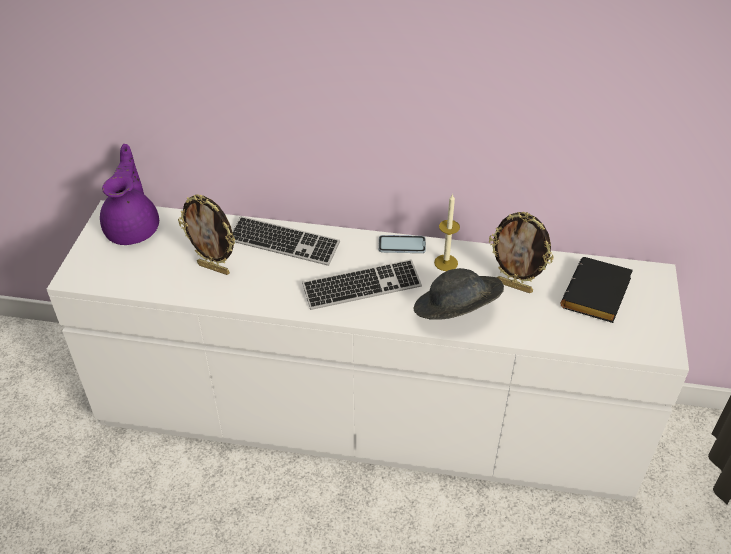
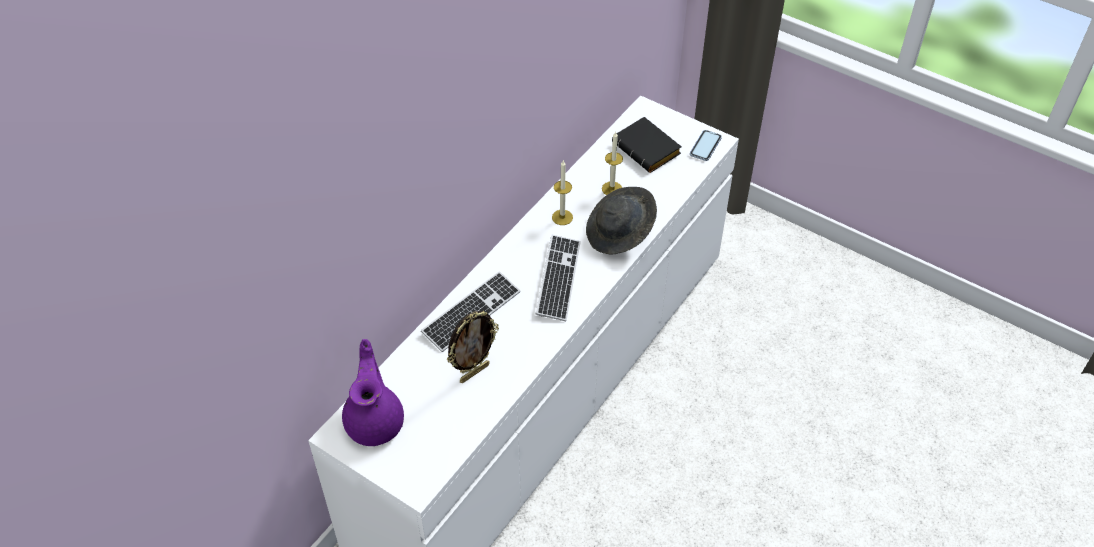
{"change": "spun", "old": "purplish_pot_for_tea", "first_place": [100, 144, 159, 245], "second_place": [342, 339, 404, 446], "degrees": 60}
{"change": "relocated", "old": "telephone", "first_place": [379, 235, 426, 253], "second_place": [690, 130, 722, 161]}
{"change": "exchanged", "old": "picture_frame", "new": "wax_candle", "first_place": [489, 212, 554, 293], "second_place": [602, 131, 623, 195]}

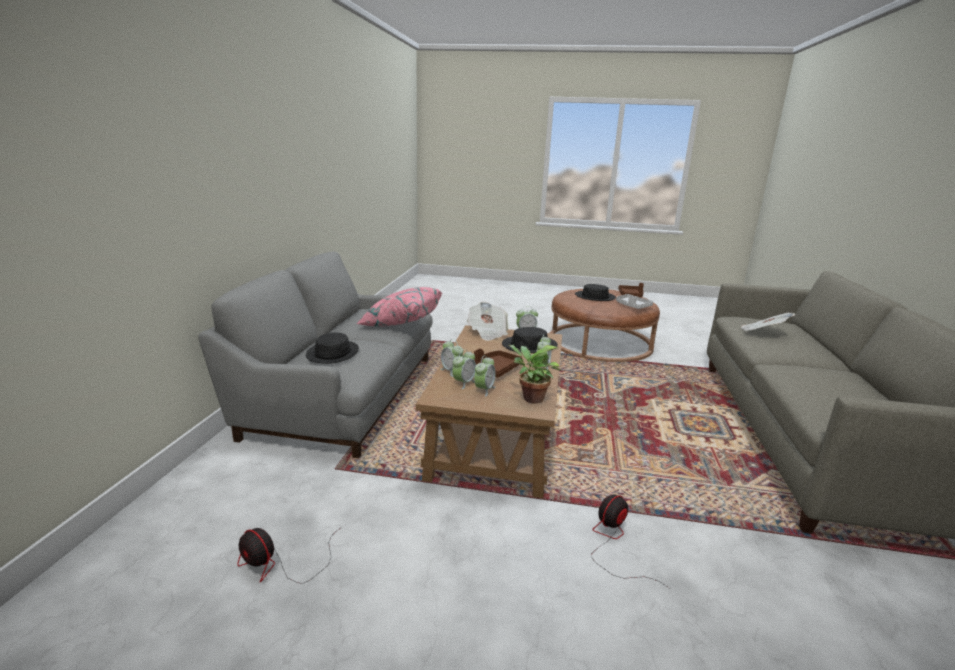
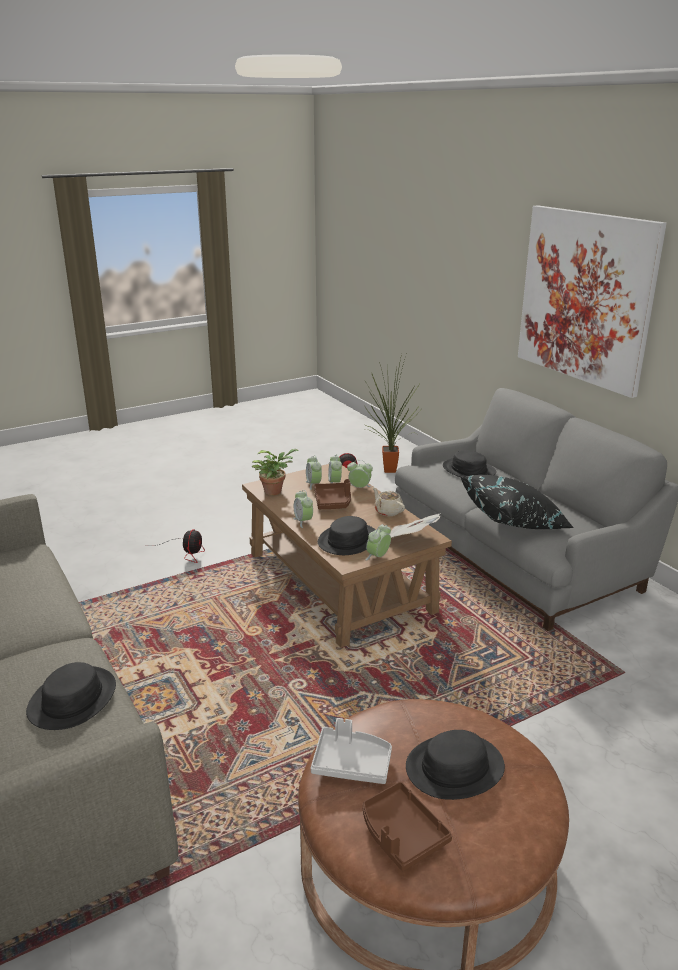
{"change": "colour", "old": "pink-coloured_cushion", "new": "black_cushion", "first_place": [357, 287, 442, 326], "second_place": [461, 475, 574, 529]}
{"change": "exchanged", "old": "printed_paper", "new": "black_hat", "first_place": [741, 312, 795, 331], "second_place": [26, 662, 116, 730]}
{"change": "appeared", "new": "houseplant", "second_place": [365, 354, 420, 473]}
{"change": "appeared", "new": "sand-coloured_pot_for_tea", "second_place": [373, 487, 405, 516]}
{"change": "appeared", "new": "wall_art", "second_place": [518, 205, 667, 398]}

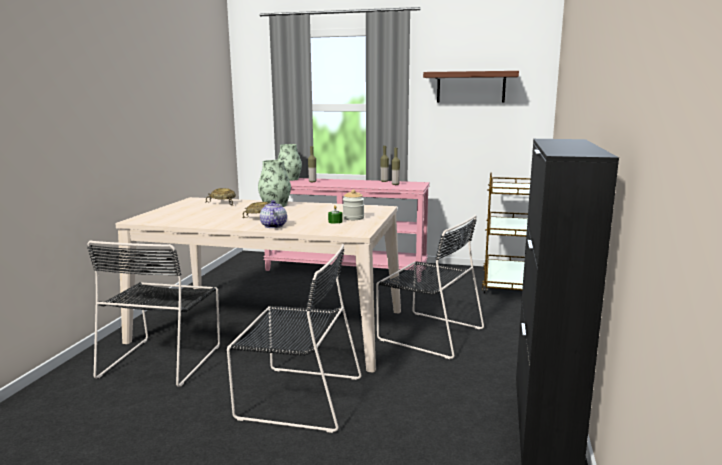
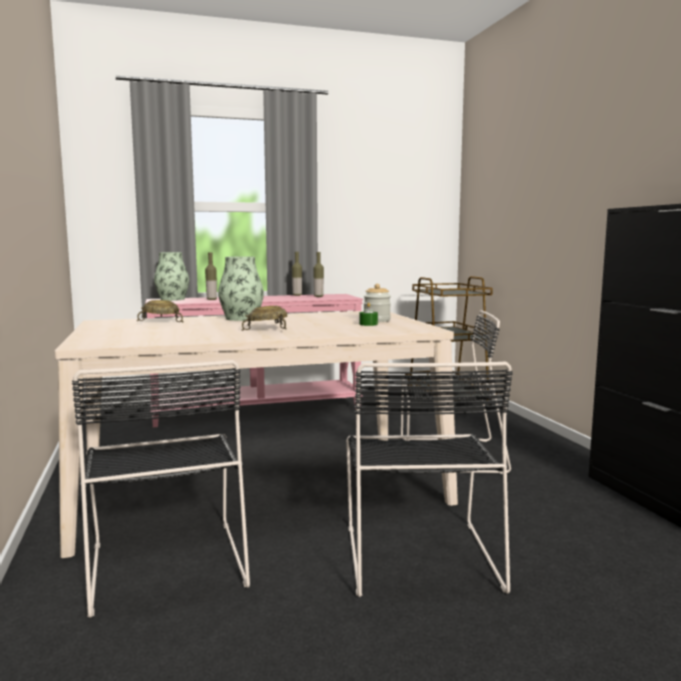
{"change": "spun", "old": "black_chair", "first_place": [227, 244, 362, 433], "second_place": [346, 362, 512, 597], "degrees": 105}
{"change": "missing", "old": "pot_for_tea", "first_place": [260, 200, 287, 228]}
{"change": "missing", "old": "brownish_wall_shelf", "first_place": [423, 71, 519, 103]}

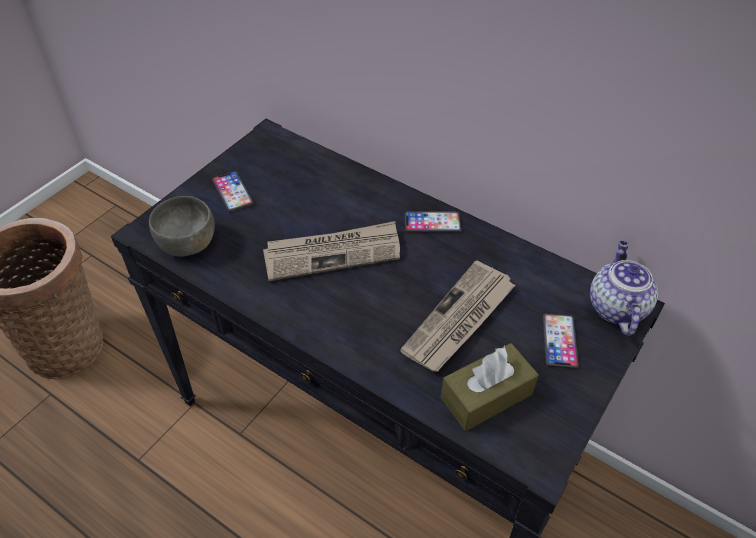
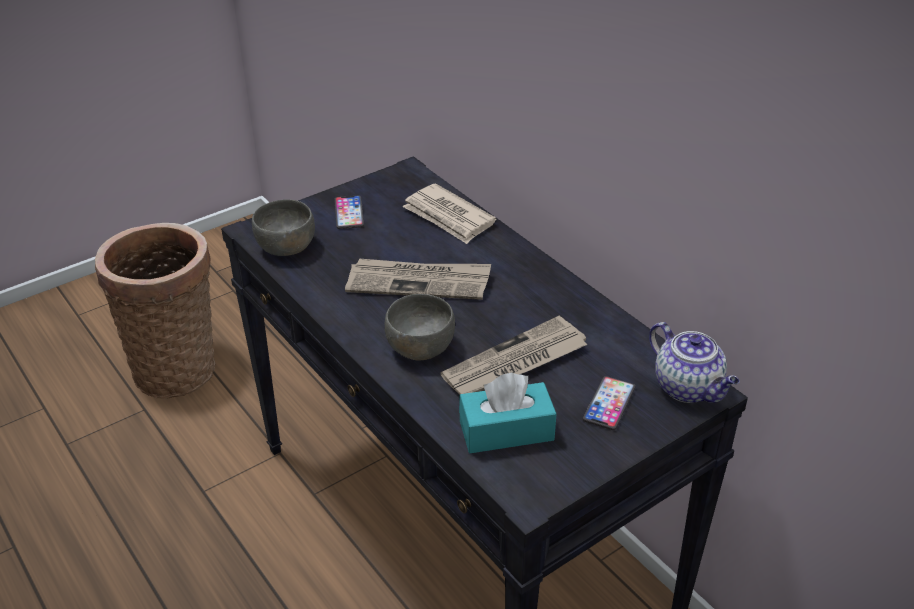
{"change": "missing", "old": "telephone", "first_place": [404, 212, 461, 233]}
{"change": "colour", "old": "brownish_box_of_tissues", "new": "turquoise-coloured_box_of_tissues", "first_place": [440, 343, 539, 431], "second_place": [459, 373, 557, 453]}
{"change": "spun", "old": "pot_for_tea", "first_place": [590, 241, 658, 336], "second_place": [649, 322, 739, 403], "degrees": 120}
{"change": "appeared", "new": "greyish_deep_dish", "second_place": [385, 294, 455, 361]}
{"change": "appeared", "new": "printed_paper", "second_place": [402, 183, 496, 244]}

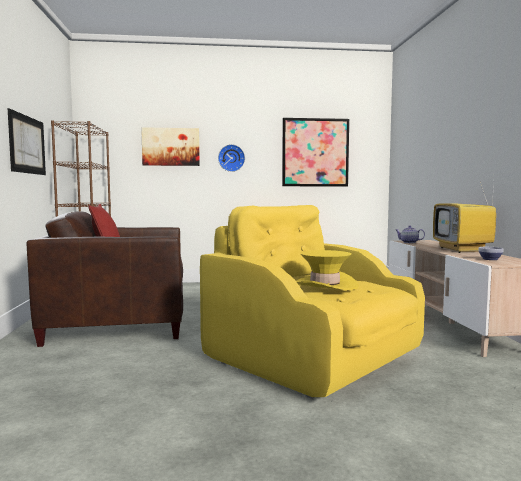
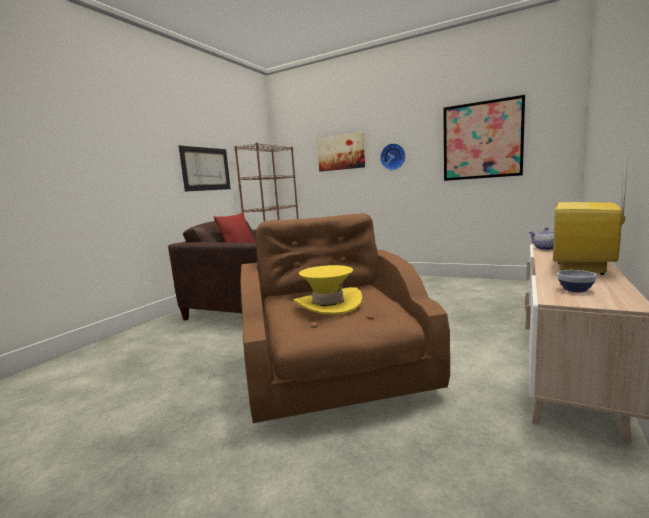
{"change": "colour", "old": "yellow_armchair", "new": "brownish_armchair", "first_place": [200, 205, 425, 399], "second_place": [240, 213, 450, 423]}

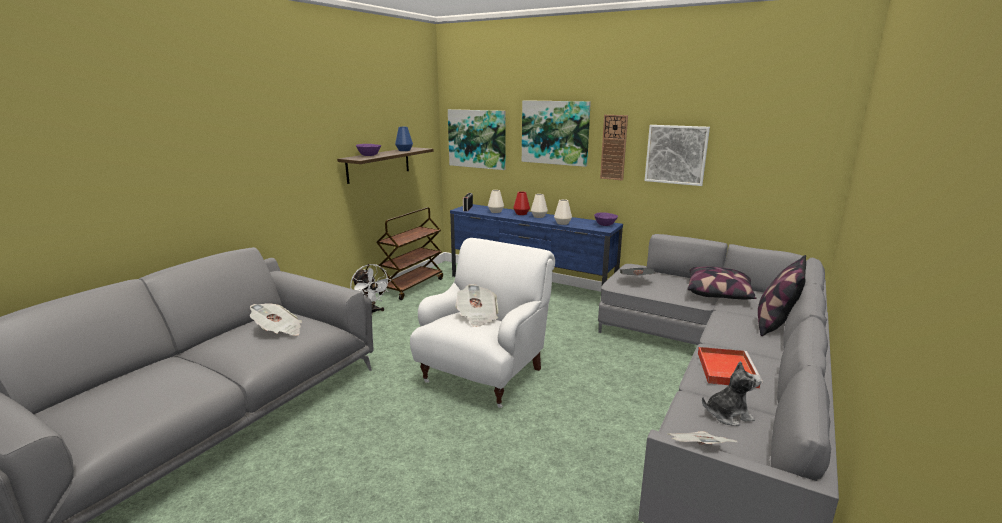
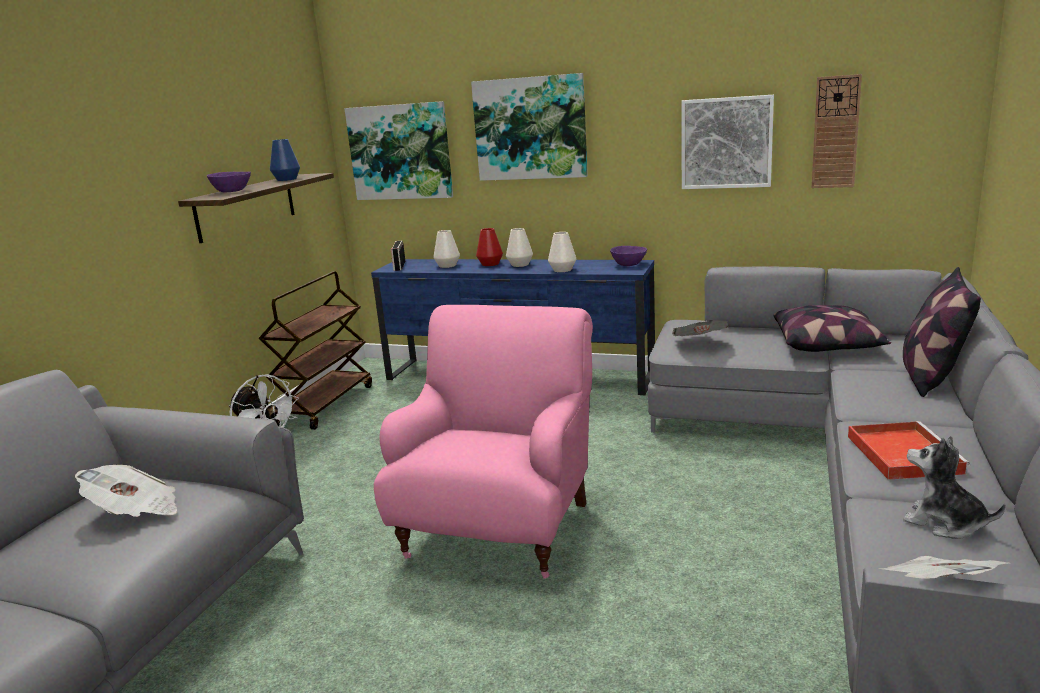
{"change": "colour", "old": "white-coloured_armchair", "new": "pink-coloured_armchair", "first_place": [410, 238, 555, 408], "second_place": [374, 305, 593, 579]}
{"change": "missing", "old": "printed_paper", "first_place": [455, 284, 498, 327]}
{"change": "relocated", "old": "clock_on_the_wall", "first_place": [600, 115, 628, 181], "second_place": [812, 74, 862, 188]}
{"change": "spun", "old": "soft_toy", "first_place": [702, 361, 762, 426], "second_place": [903, 436, 1006, 539], "degrees": -120}

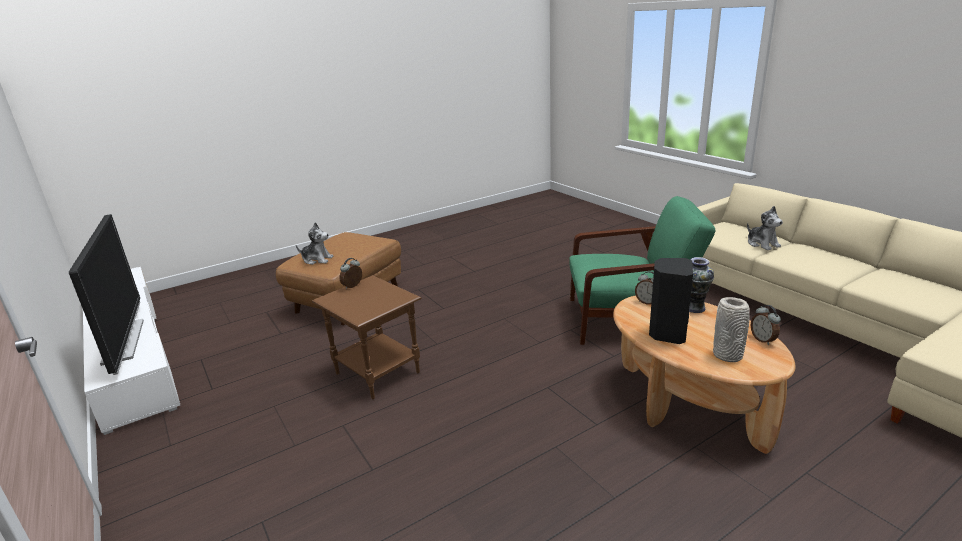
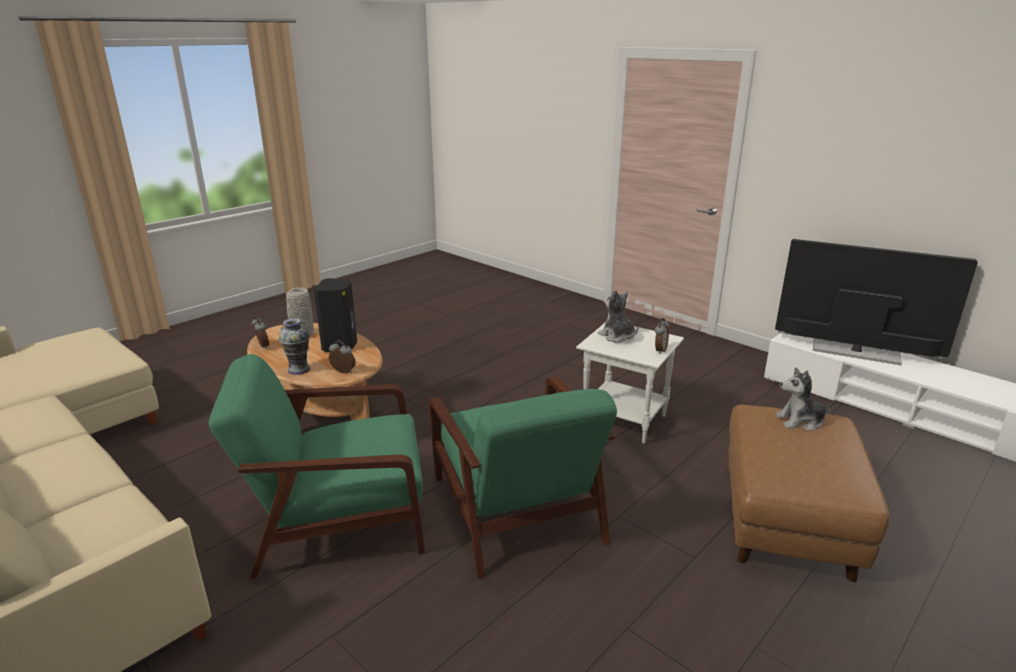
{"change": "spun", "old": "TV_set", "first_place": [69, 214, 144, 375], "second_place": [775, 239, 978, 365], "degrees": 150}
{"change": "colour", "old": "brownish_side_table", "new": "white-coloured_side_table", "first_place": [312, 275, 421, 399], "second_place": [576, 322, 684, 444]}
{"change": "relocated", "old": "soft_toy", "first_place": [747, 206, 783, 250], "second_place": [598, 290, 639, 343]}
{"change": "appeared", "new": "green-coloured_armchair", "second_place": [429, 377, 617, 579]}

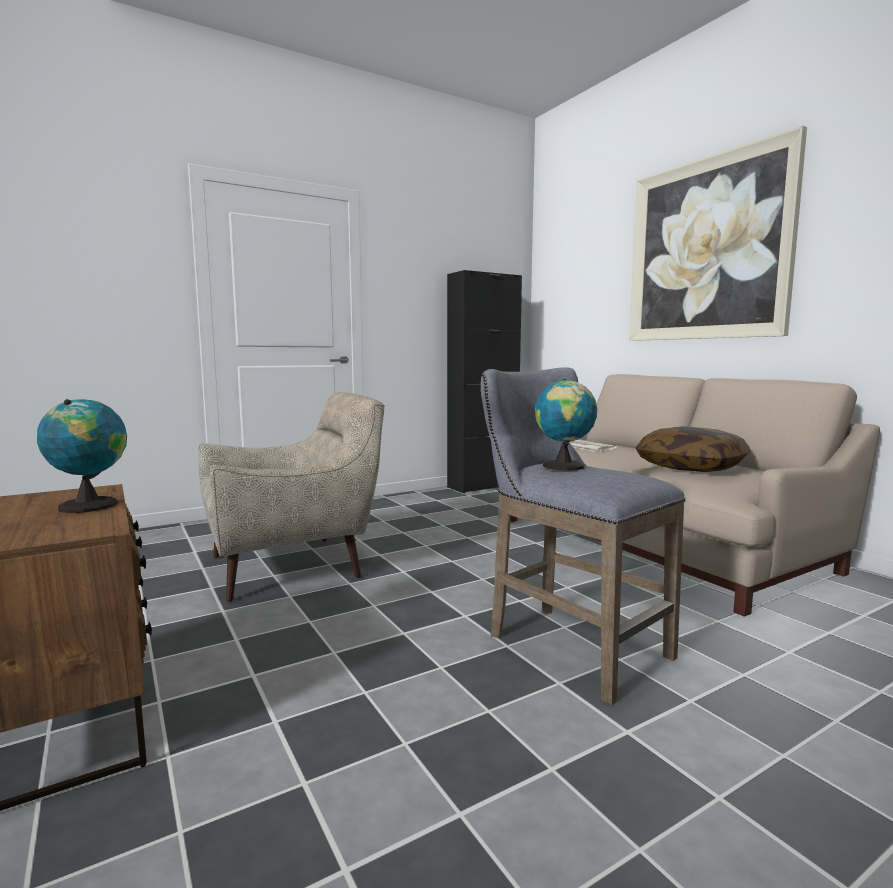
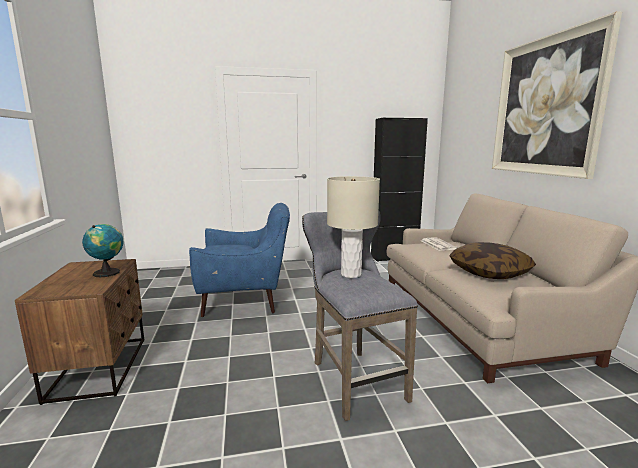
{"change": "colour", "old": "sand-coloured_armchair", "new": "bluish_armchair", "first_place": [198, 392, 385, 602], "second_place": [189, 203, 290, 317]}
{"change": "exchanged", "old": "world_globe", "new": "sand-coloured_tabletop_lamp", "first_place": [535, 379, 597, 471], "second_place": [327, 176, 380, 278]}

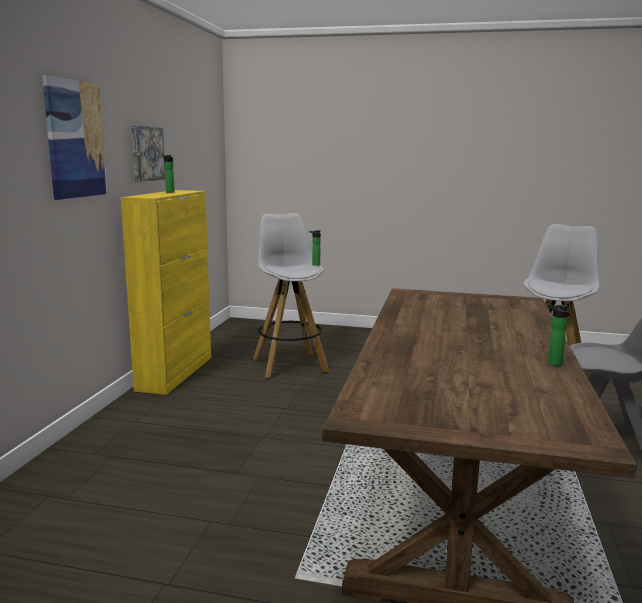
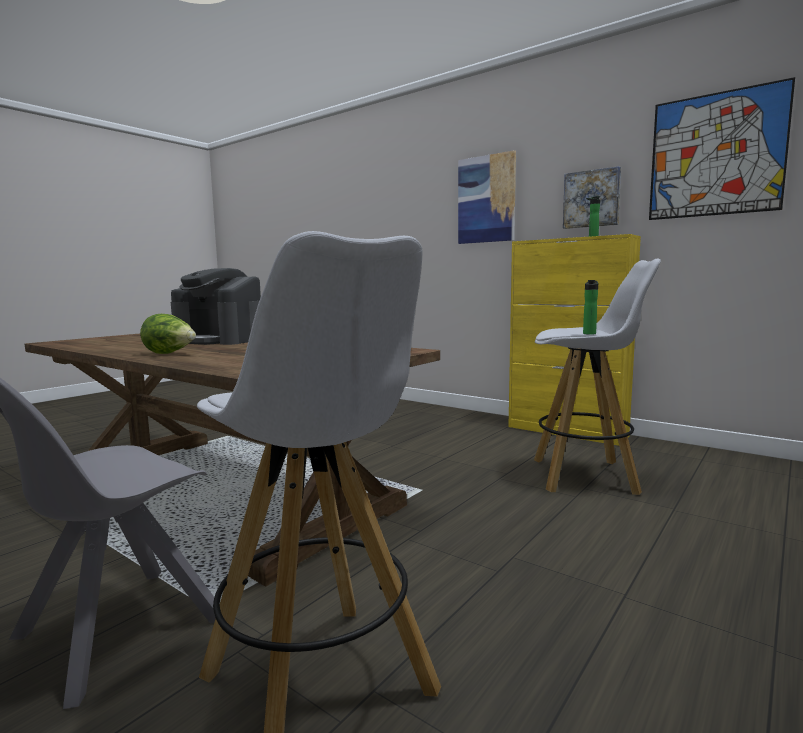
{"change": "missing", "old": "beverage_bottle", "first_place": [547, 304, 570, 366]}
{"change": "appeared", "new": "lettuce_head", "second_place": [140, 314, 196, 354]}
{"change": "appeared", "new": "coffee_maker", "second_place": [171, 268, 261, 345]}
{"change": "appeared", "new": "wall_art", "second_place": [649, 77, 795, 220]}

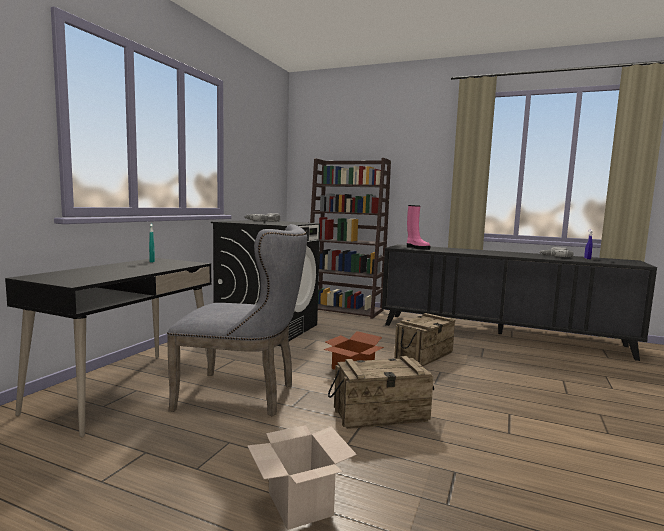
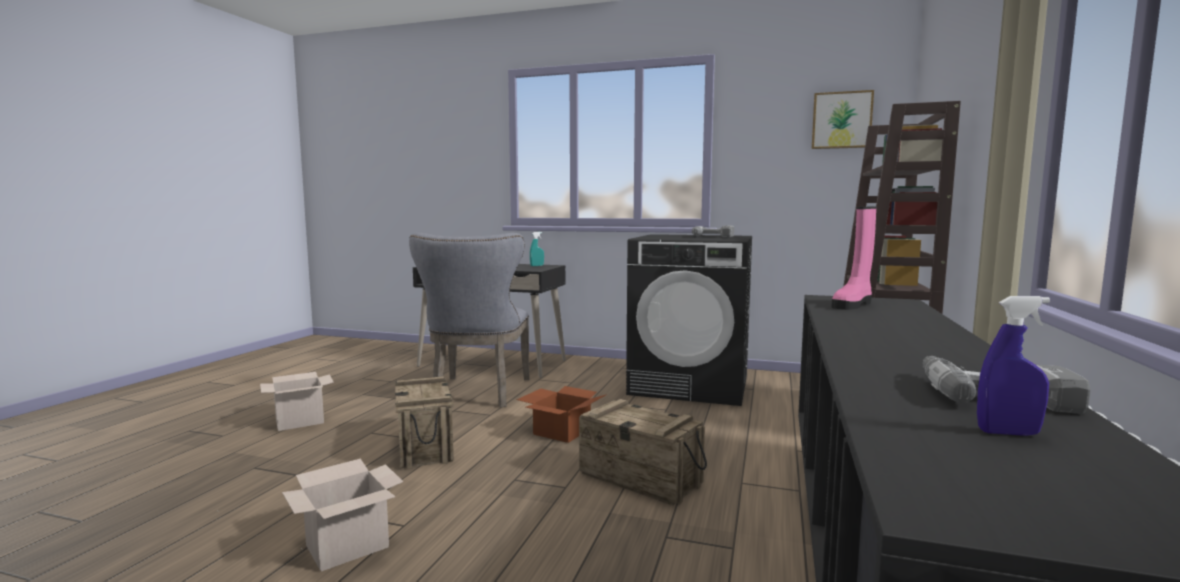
{"change": "appeared", "new": "packing_box", "second_place": [282, 459, 403, 571]}
{"change": "appeared", "new": "wall_art", "second_place": [812, 90, 874, 149]}

